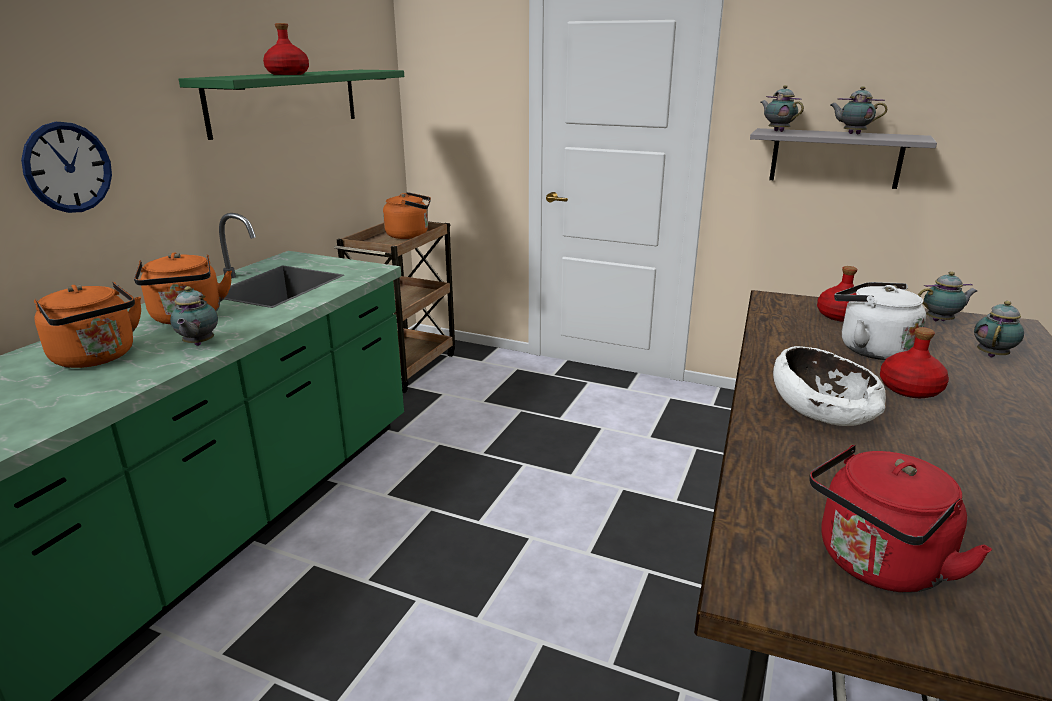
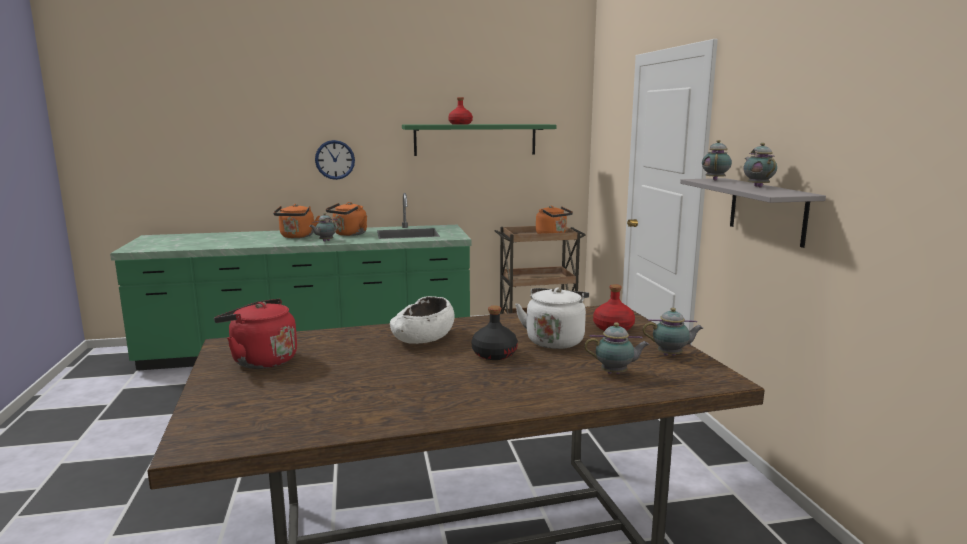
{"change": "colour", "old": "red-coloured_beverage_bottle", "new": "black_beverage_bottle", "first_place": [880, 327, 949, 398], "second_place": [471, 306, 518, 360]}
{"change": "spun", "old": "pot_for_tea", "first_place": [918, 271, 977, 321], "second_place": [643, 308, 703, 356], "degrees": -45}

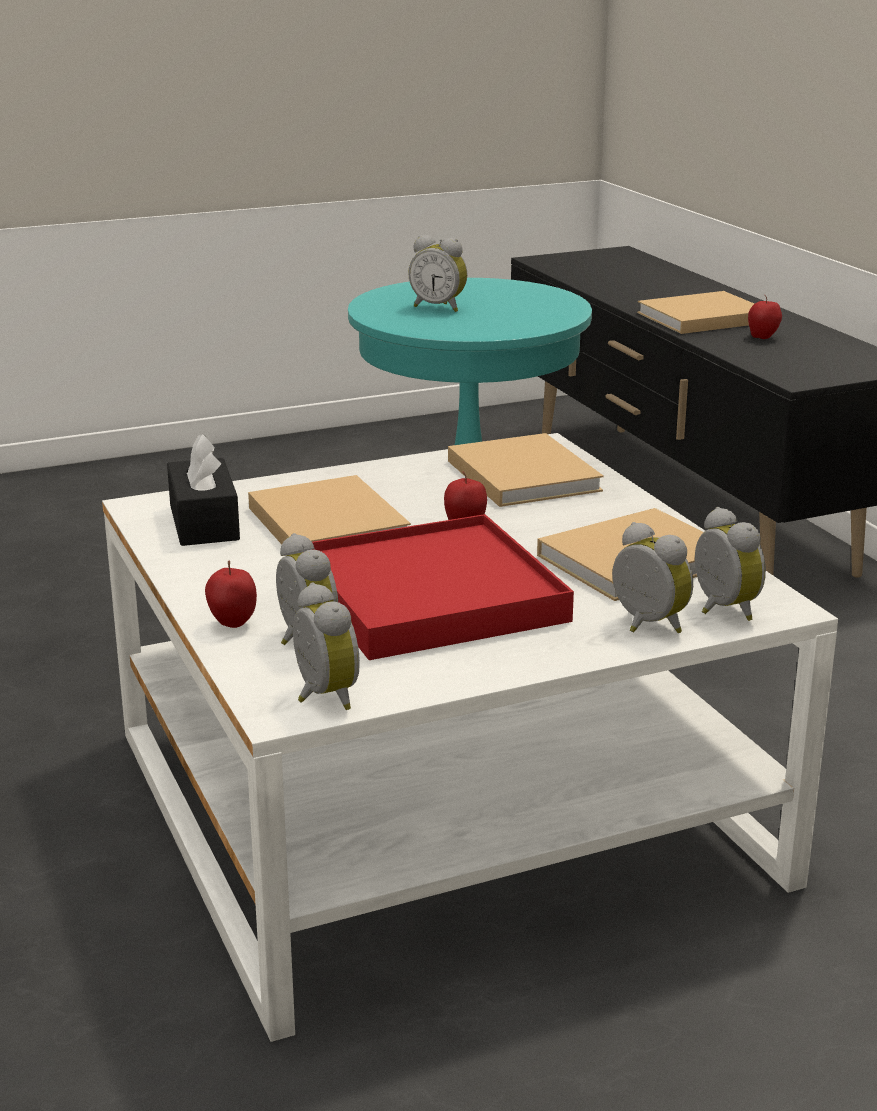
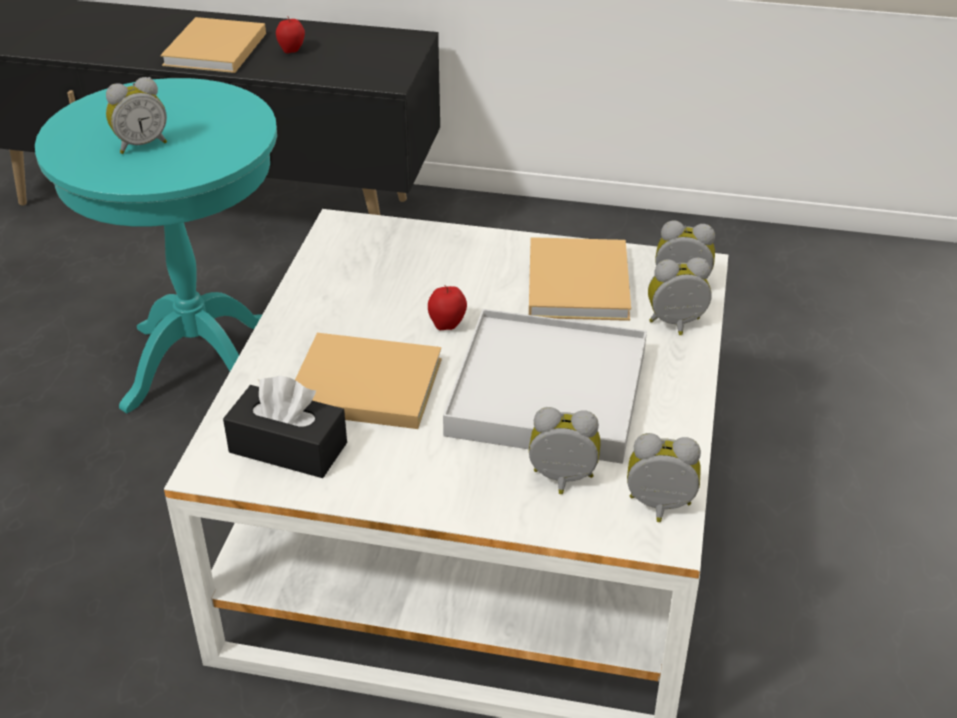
{"change": "missing", "old": "apple_fruit", "first_place": [205, 560, 257, 628]}
{"change": "colour", "old": "red-coloured_carrying_tray", "new": "white-coloured_carrying_tray", "first_place": [312, 514, 574, 660], "second_place": [443, 309, 647, 464]}
{"change": "missing", "old": "sand-coloured_bound_book", "first_place": [448, 433, 604, 507]}

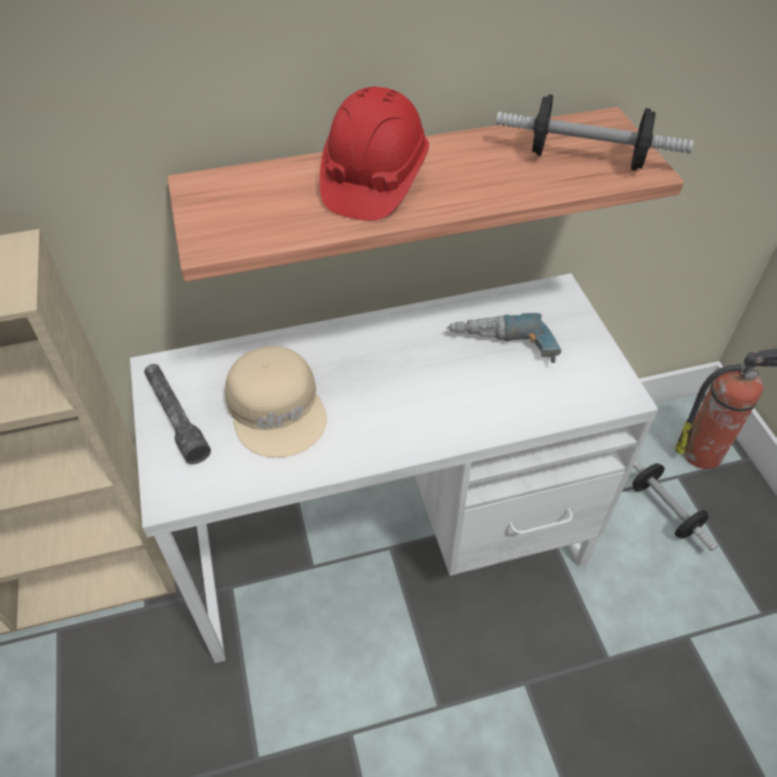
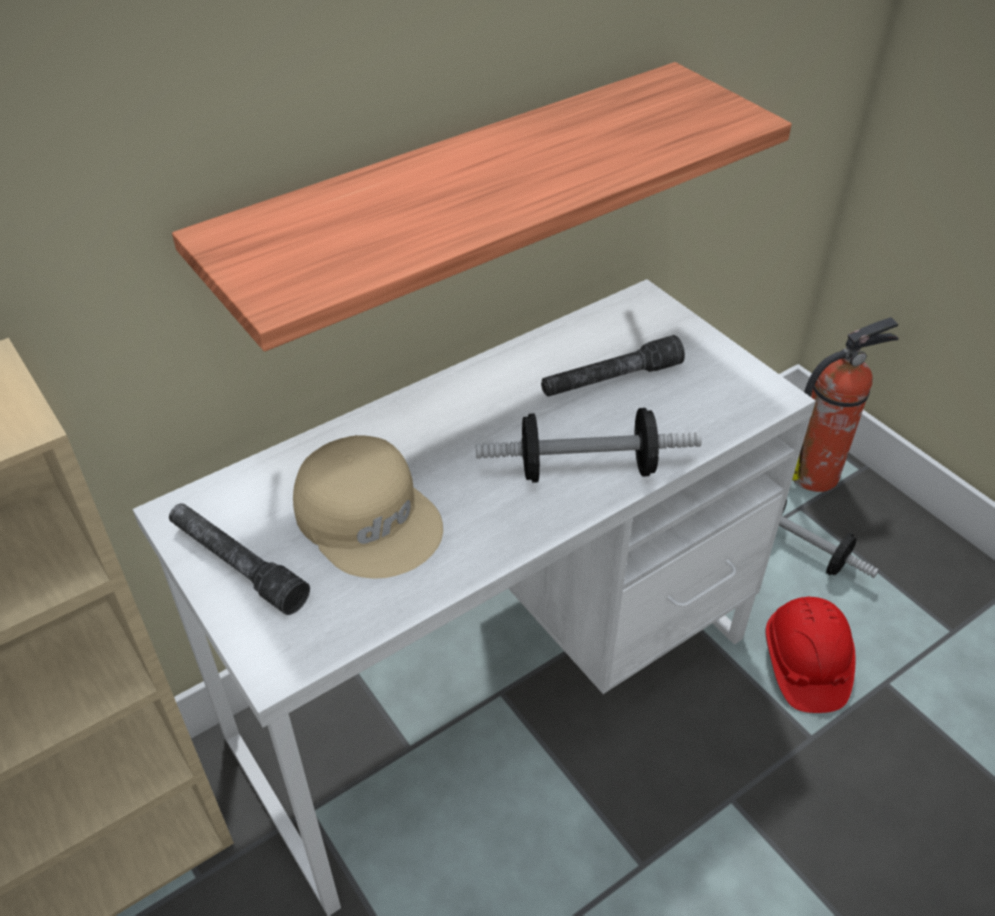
{"change": "relocated", "old": "red-coloured_safety_helmet", "first_place": [320, 87, 429, 221], "second_place": [766, 597, 855, 713]}
{"change": "exchanged", "old": "drill", "new": "greyish_torch", "first_place": [447, 313, 561, 363], "second_place": [541, 335, 685, 397]}
{"change": "relocated", "old": "dumbbell", "first_place": [496, 94, 694, 171], "second_place": [476, 408, 702, 483]}

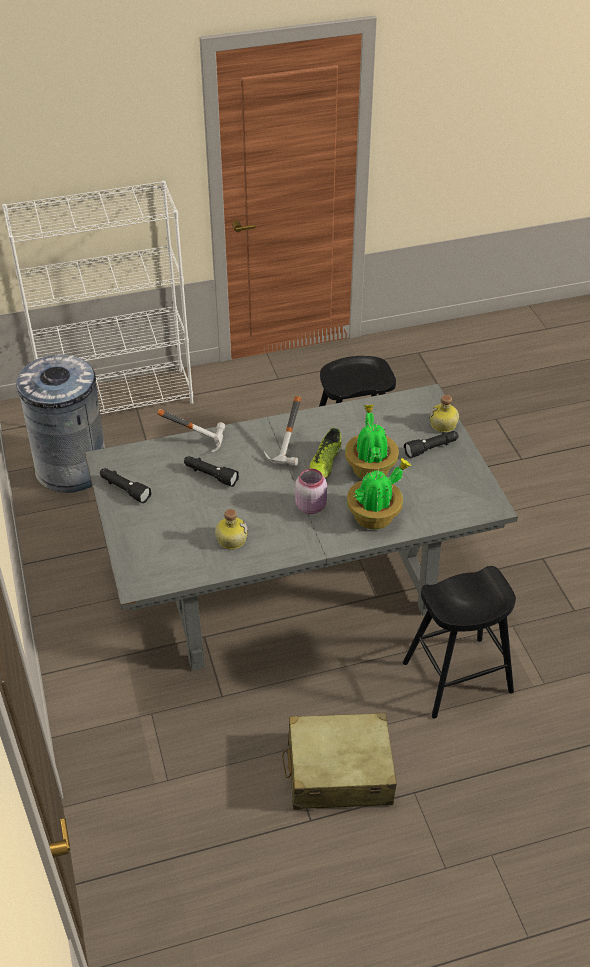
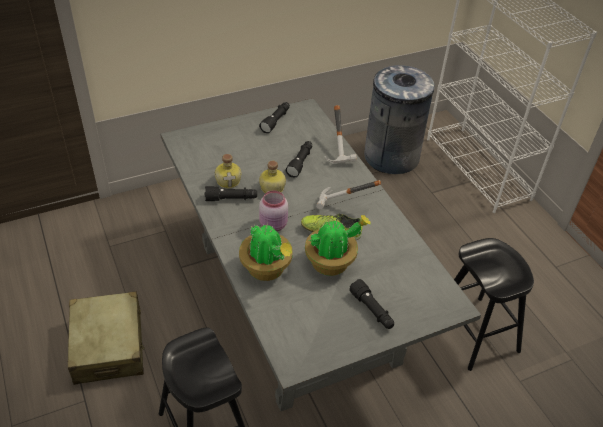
{"change": "relocated", "old": "beverage_bottle", "first_place": [429, 395, 459, 432], "second_place": [259, 161, 286, 193]}
{"change": "appeared", "new": "black_torch", "second_place": [205, 186, 257, 201]}

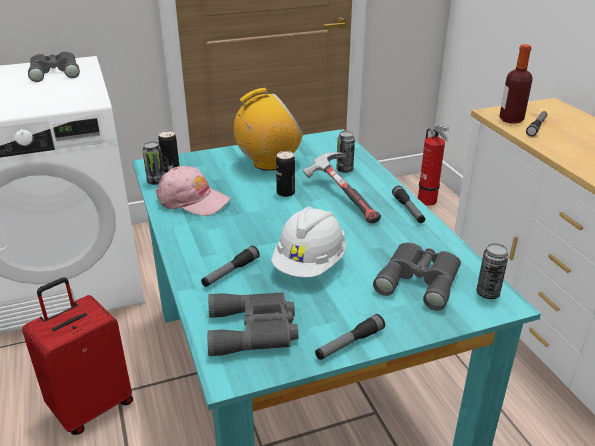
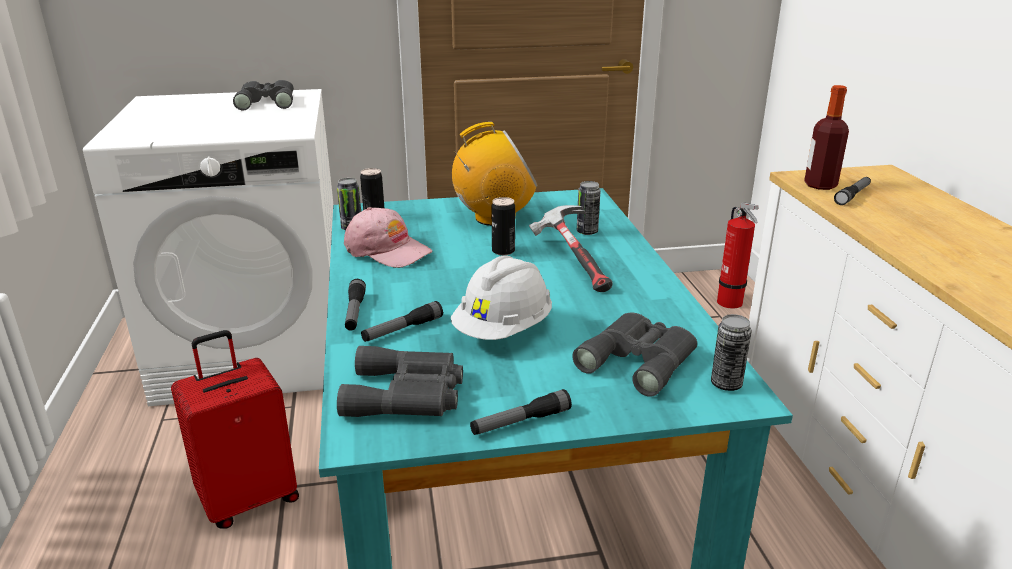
{"change": "relocated", "old": "torch", "first_place": [392, 186, 425, 223], "second_place": [345, 279, 366, 331]}

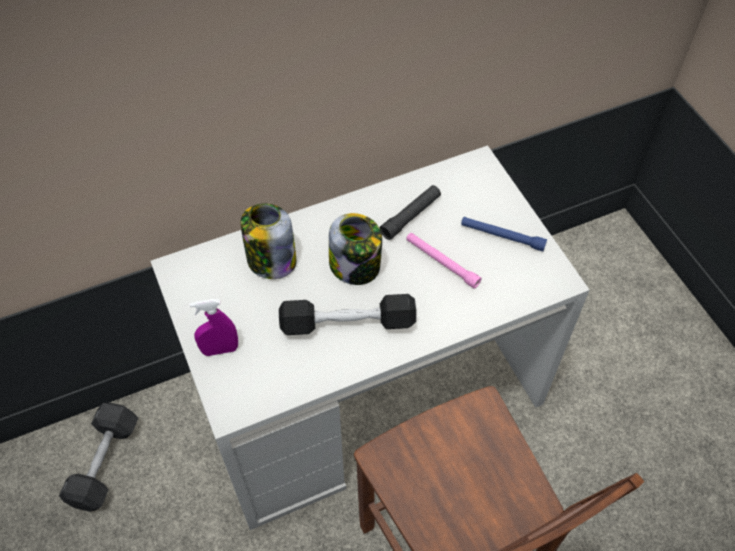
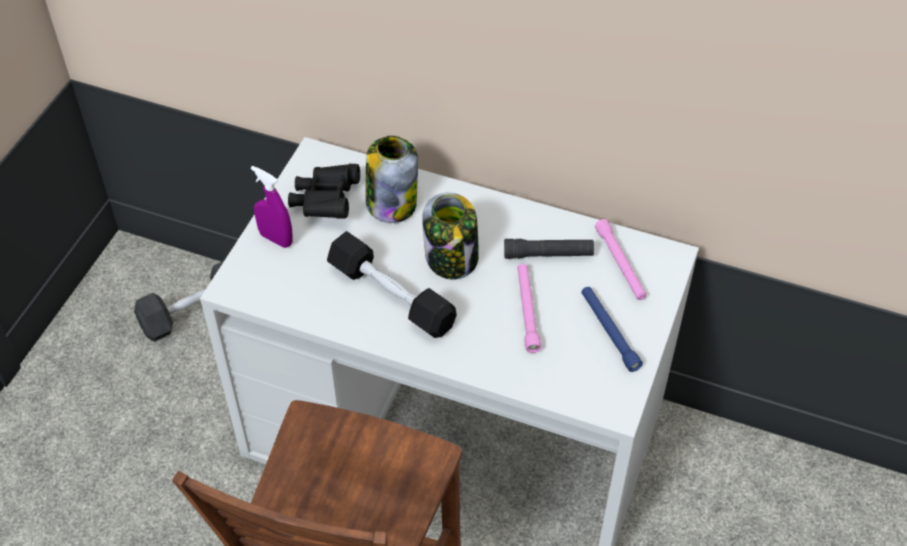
{"change": "appeared", "new": "black_binoculars", "second_place": [288, 164, 360, 219]}
{"change": "appeared", "new": "pink-coloured_torch", "second_place": [595, 219, 647, 300]}

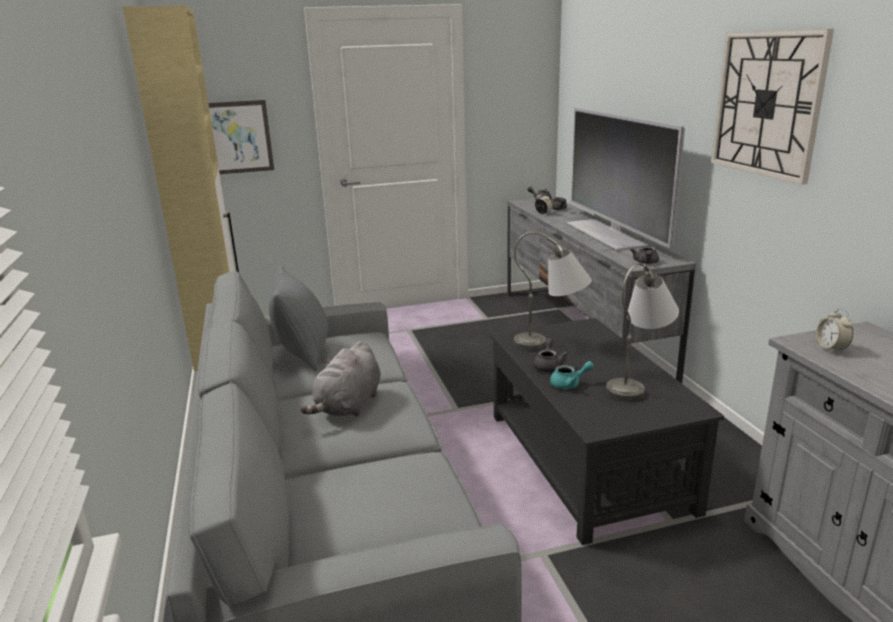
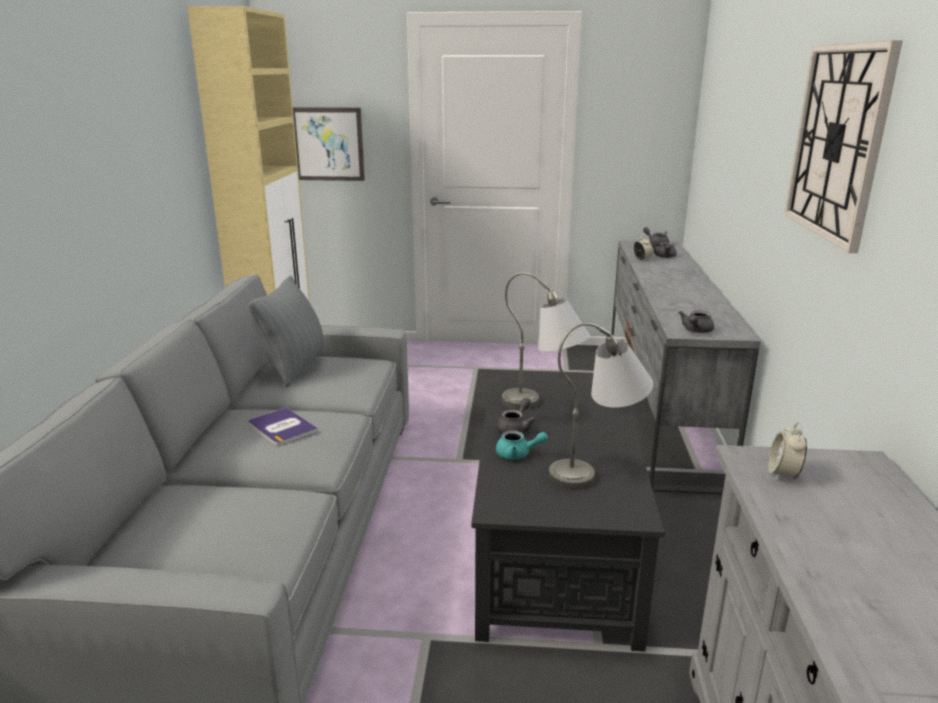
{"change": "exchanged", "old": "greyish_soft_toy", "new": "bound_book", "first_place": [300, 341, 381, 417], "second_place": [248, 407, 318, 446]}
{"change": "missing", "old": "TV_set", "first_place": [566, 108, 685, 251]}

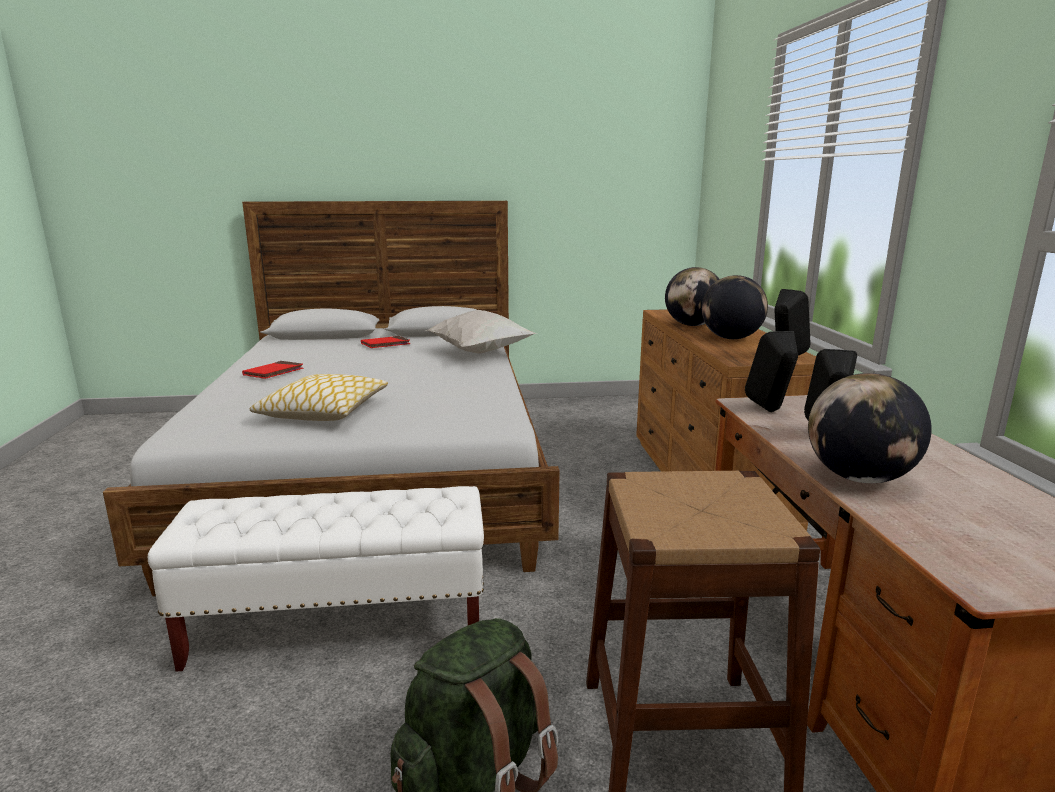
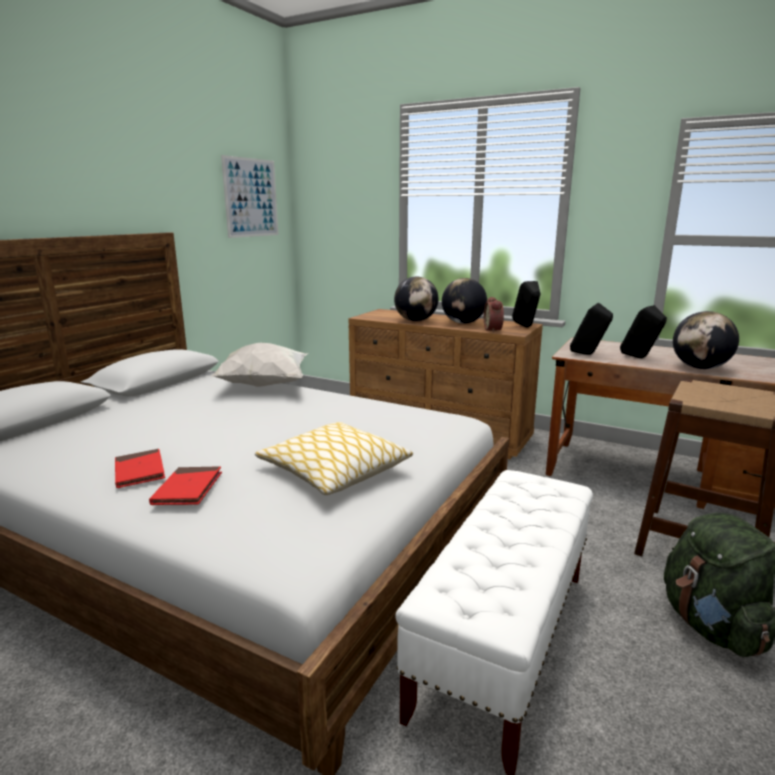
{"change": "relocated", "old": "red-coloured_bound_book", "first_place": [361, 336, 410, 348], "second_place": [149, 466, 222, 505]}
{"change": "appeared", "new": "wall_art", "second_place": [221, 155, 278, 238]}
{"change": "appeared", "new": "alarm_clock", "second_place": [484, 297, 504, 333]}

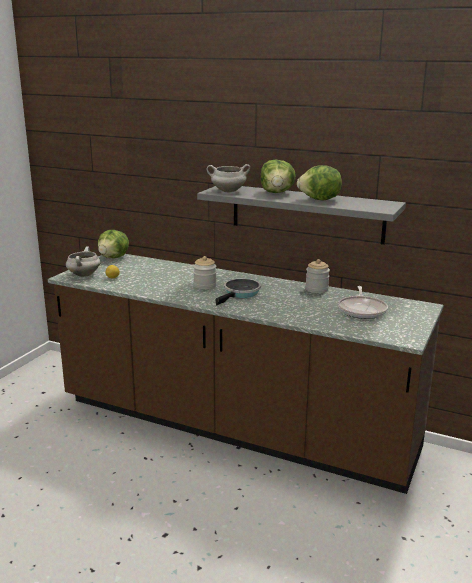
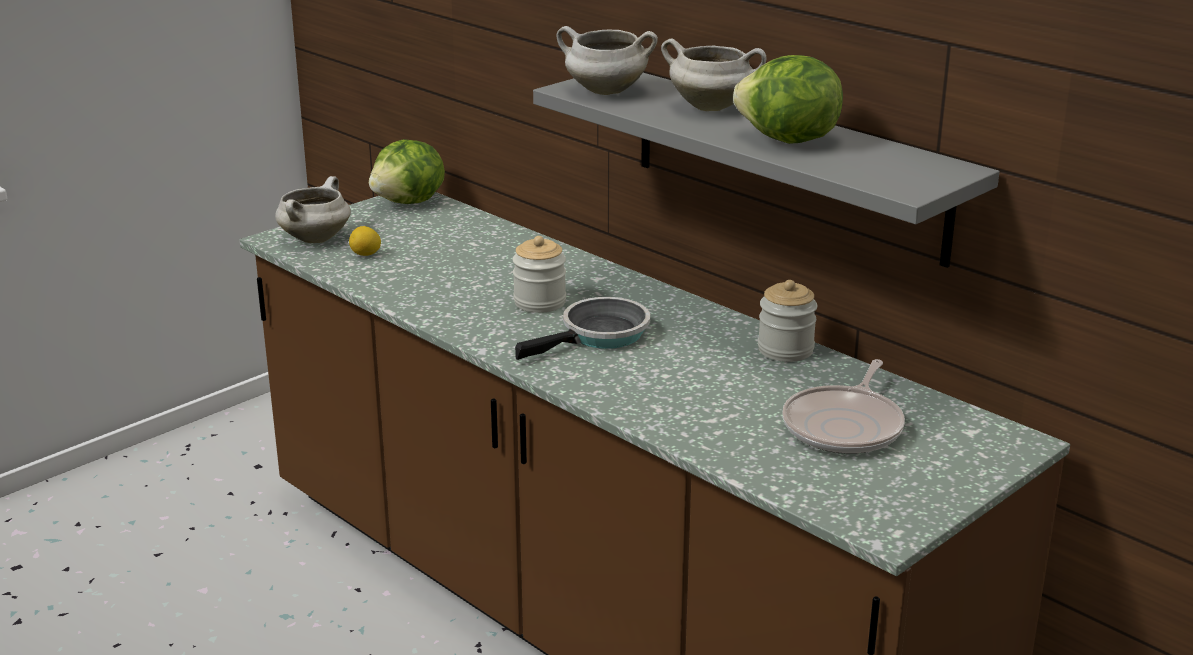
{"change": "exchanged", "old": "lettuce_head", "new": "white-coloured_cooking_pot", "first_place": [261, 159, 296, 193], "second_place": [661, 39, 767, 111]}

